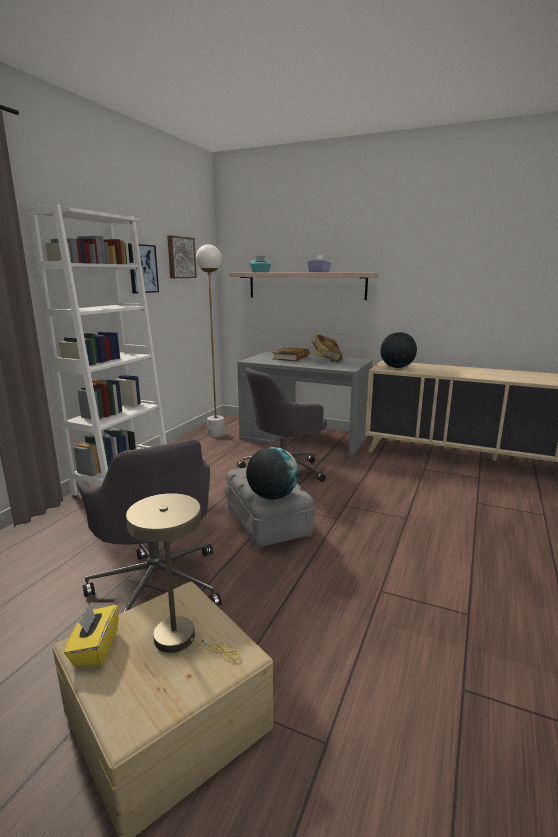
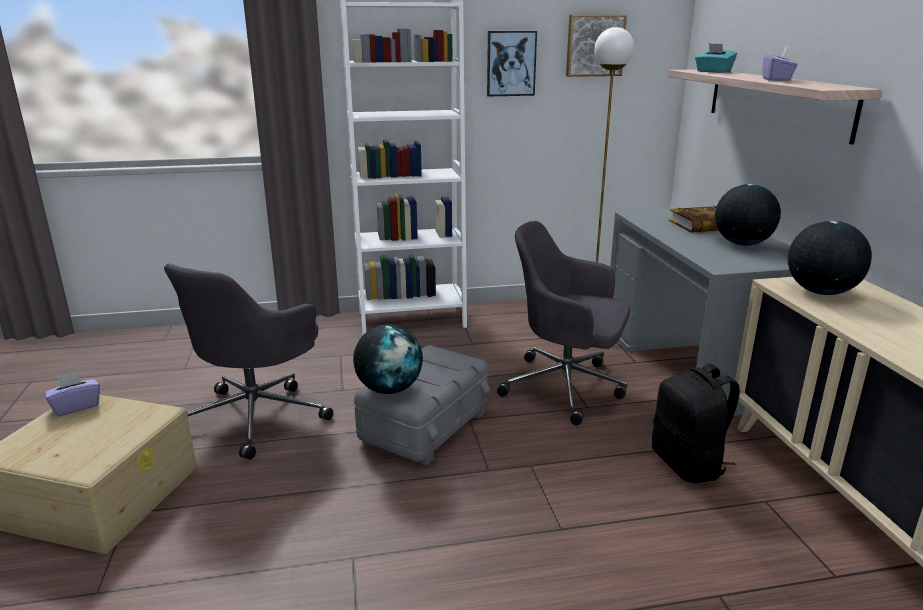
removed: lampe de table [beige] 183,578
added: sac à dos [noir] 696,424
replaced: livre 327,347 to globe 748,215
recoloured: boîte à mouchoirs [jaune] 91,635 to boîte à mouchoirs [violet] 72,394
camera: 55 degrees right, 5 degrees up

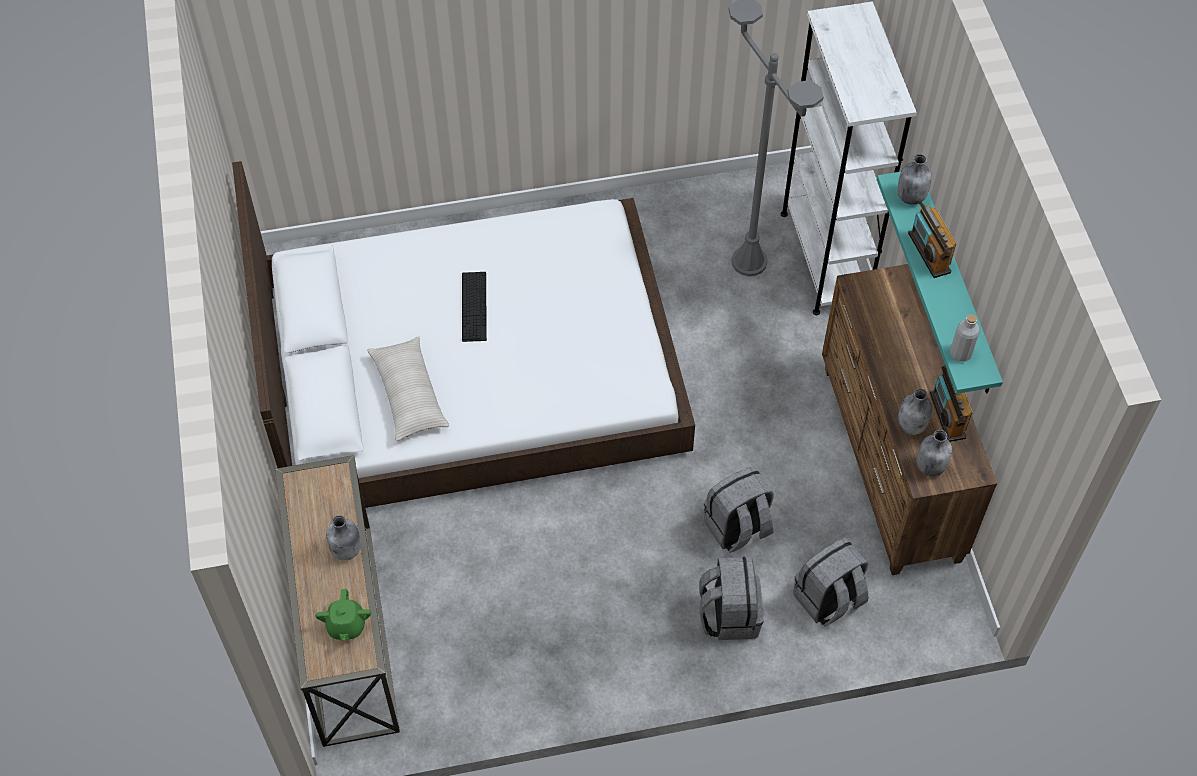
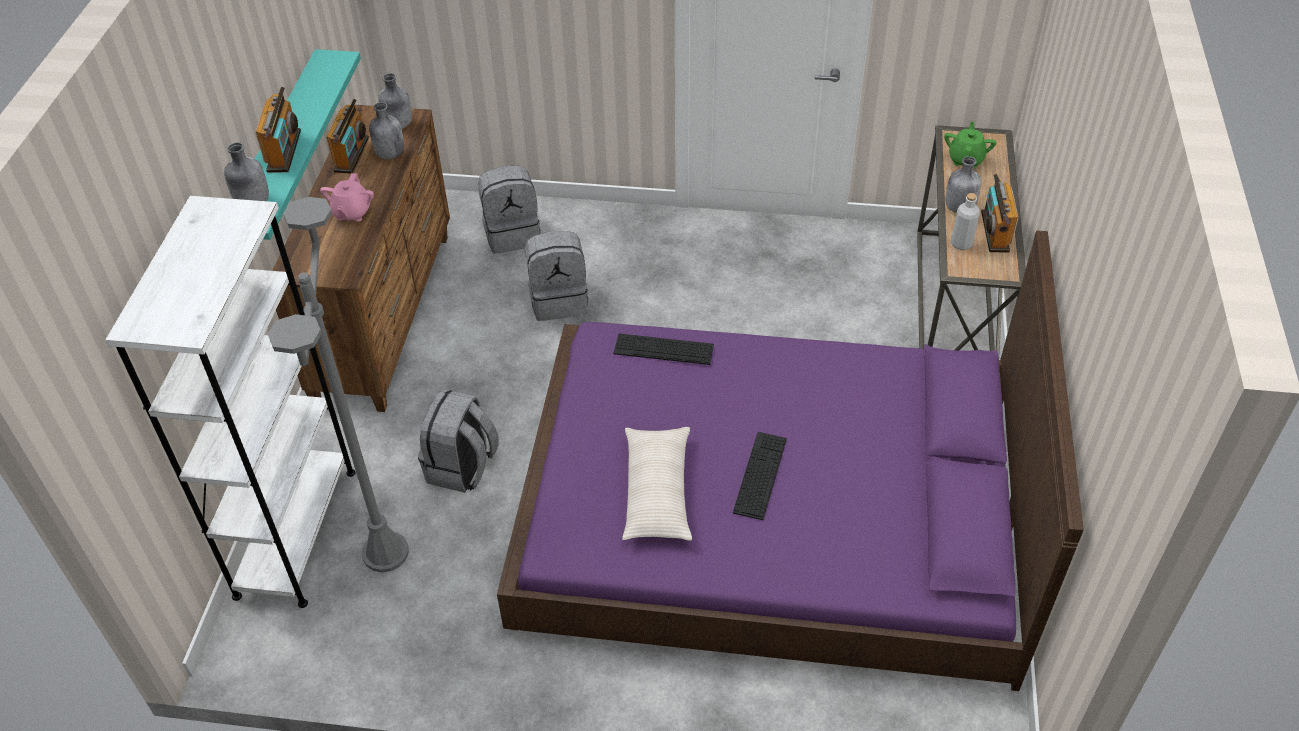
added: théière [rose] 347,197; clavier 664,349; radio 1000,213
moved: sac à dos [gris] 731,598 to 458,441; coussin [beige] 408,388 to 657,484; bouteille [gris] 965,338 to 965,221
recoloured: lit [blanc] 463,334 to lit [violet] 790,461
camera: 160 degrees left, 10 degrees down

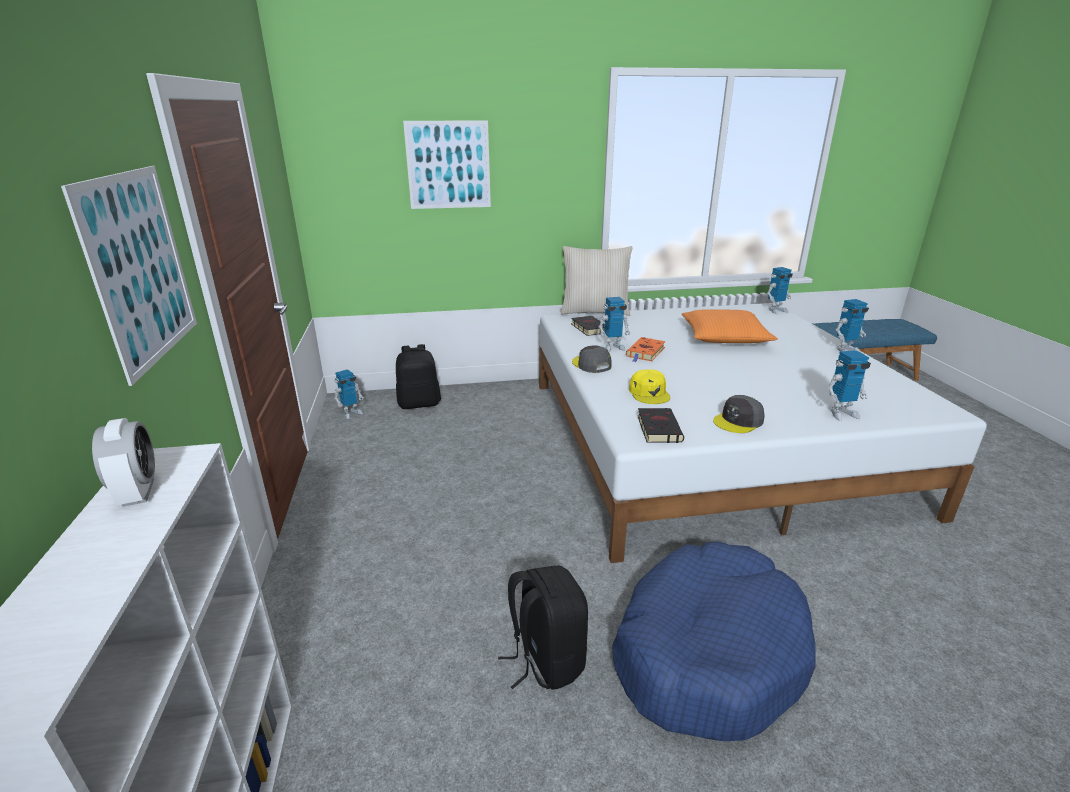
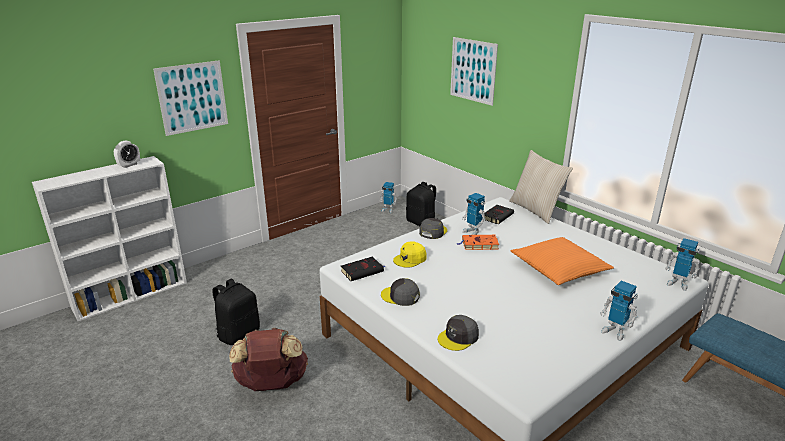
replaced: panier pour chien [bleu] 714,641 to sac à dos [marron] 268,359; robot jouet 849,385 to casquette [gris] 458,333
camera: 60 degrees right, 0 degrees up

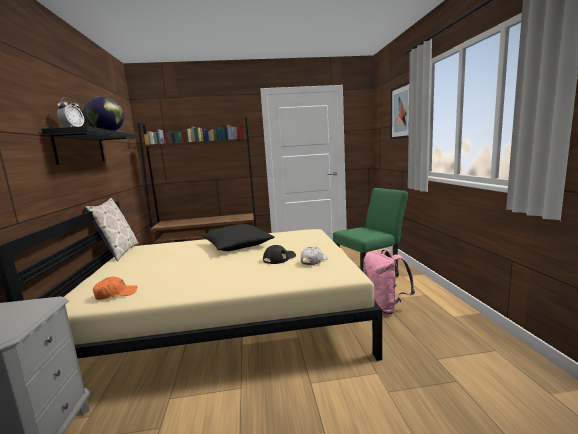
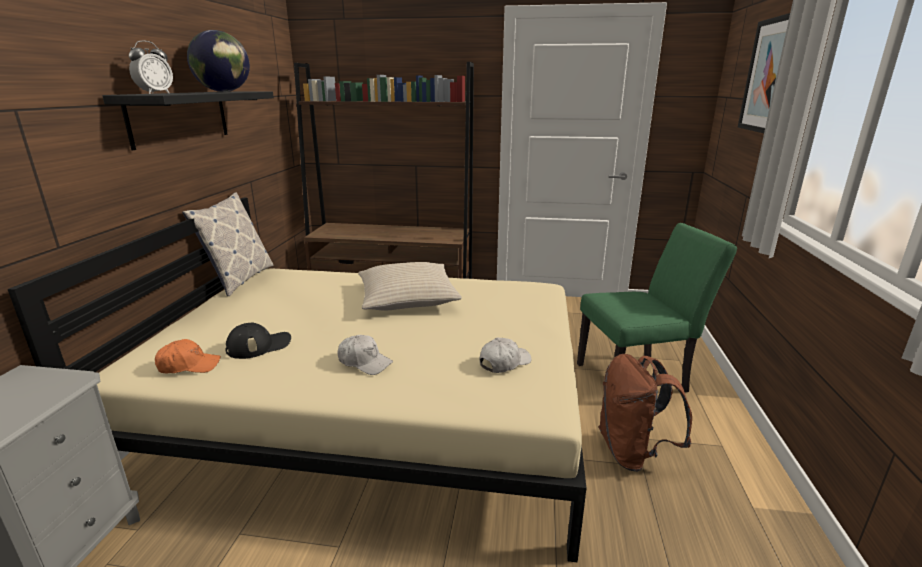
added: casquette [blanc] 365,355
moved: casquette [noir] 279,254 to 258,341
recoloured: coussin [noir] 238,237 to coussin [beige] 410,286; sac à dos [rose] 389,282 to sac à dos [marron] 645,413
camera: 15 degrees right, 10 degrees up

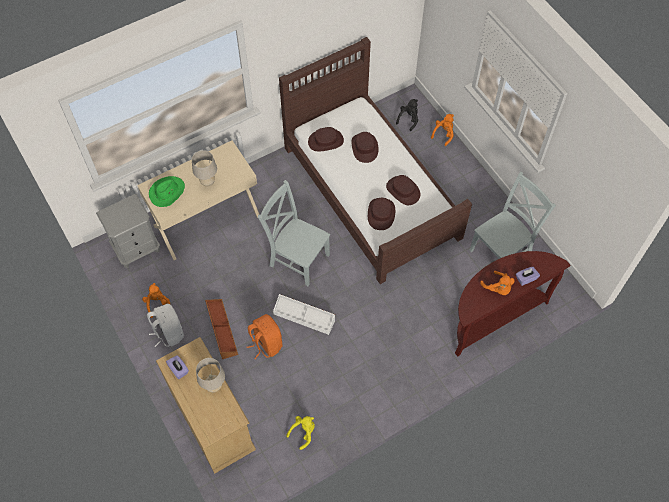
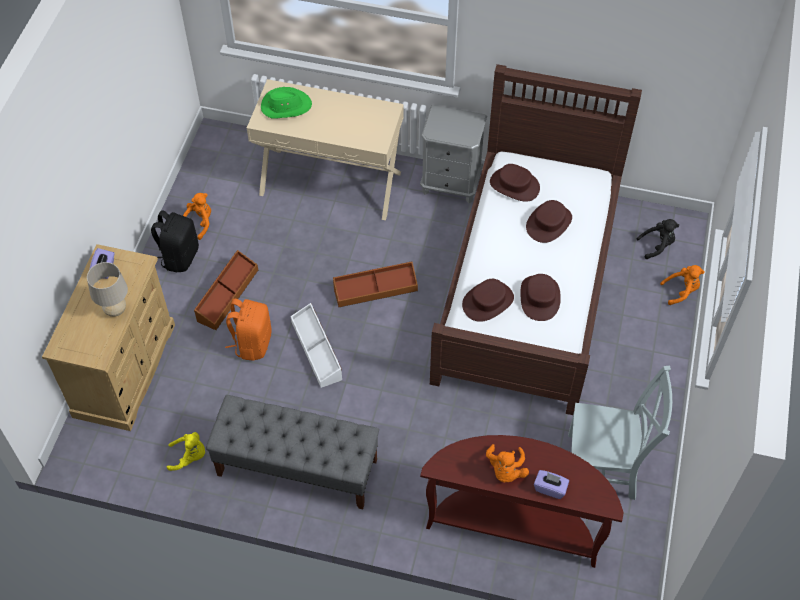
removed: lampe de table [beige] 204,168
added: banc [gris] 292,452
moved: table de chevet [gris] 128,231 to 453,154
replaced: chaise [gris] 294,233 to boîte de rangement [marron] 375,284
recoloured: sac à dos [blanc] 165,325 to sac à dos [noir] 175,241
camera: 45 degrees right, 5 degrees down

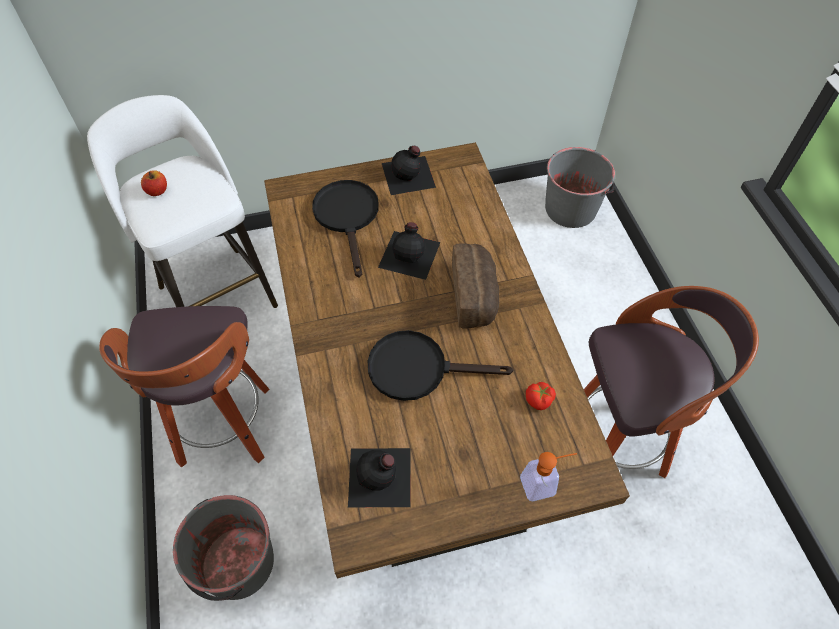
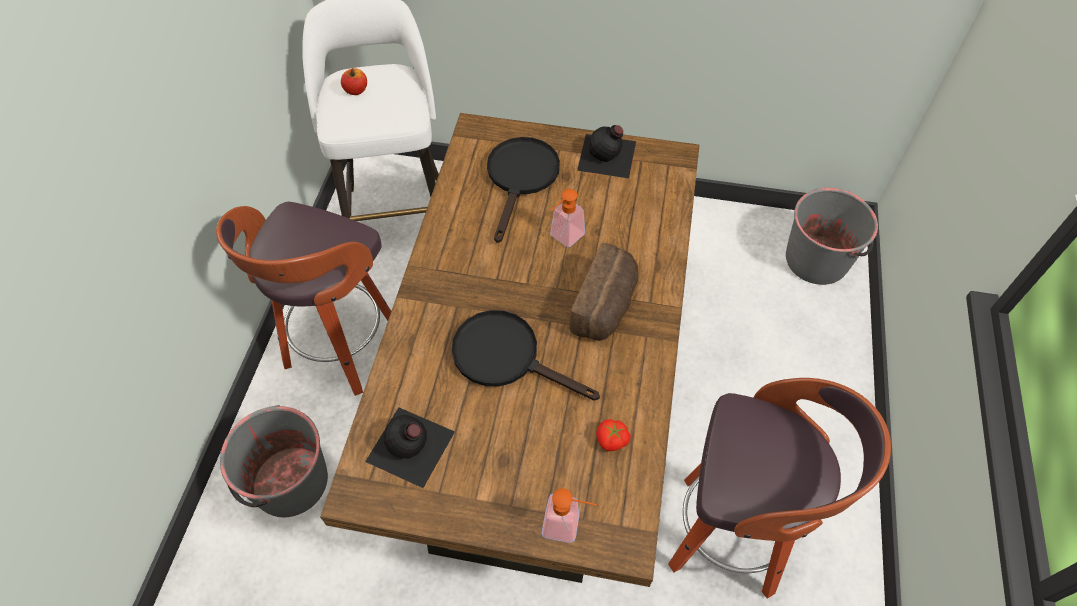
replaced: bouteille [noir] 409,251 to distributeur de savon 567,218
camera: 25 degrees right, 0 degrees up

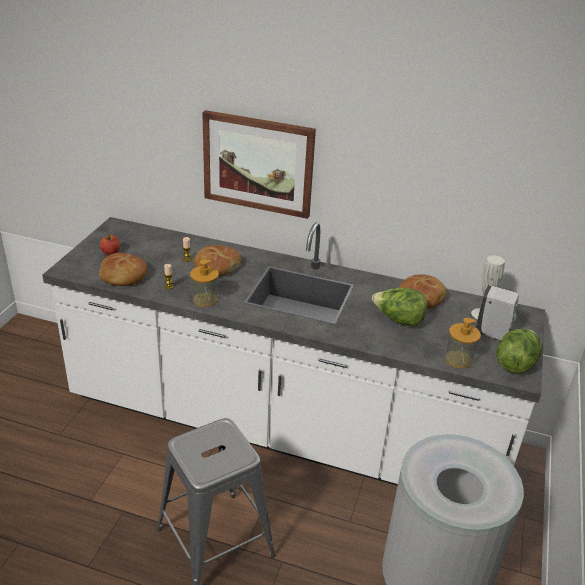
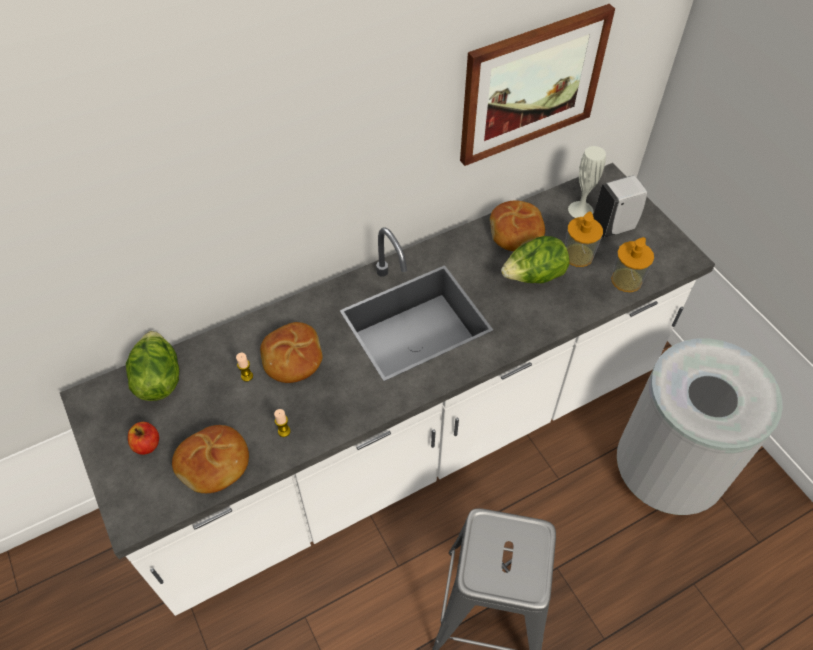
moved: laitue 519,351 to 152,366; tableau 259,164 to 537,85; distributeur de savon 204,283 to 584,239
camera: 45 degrees left, 20 degrees up

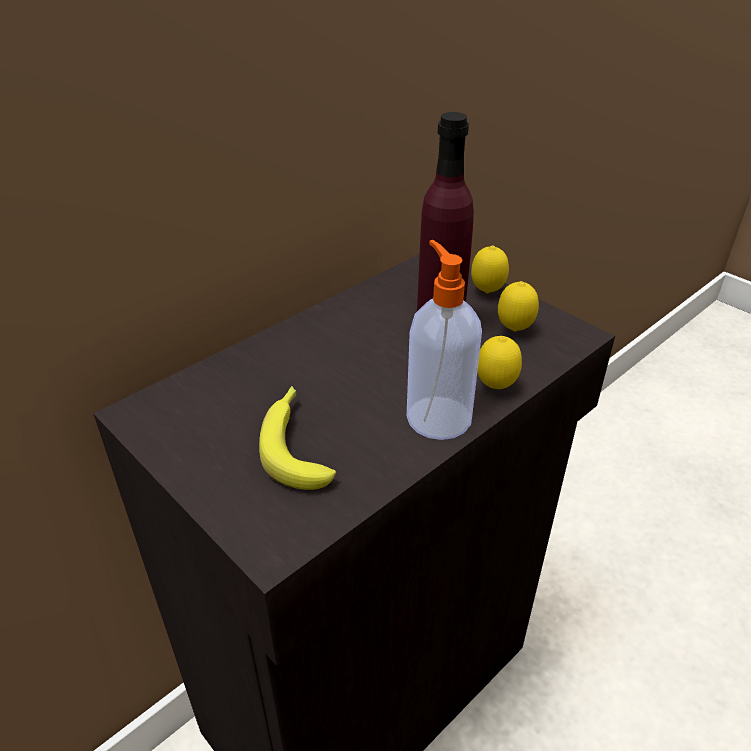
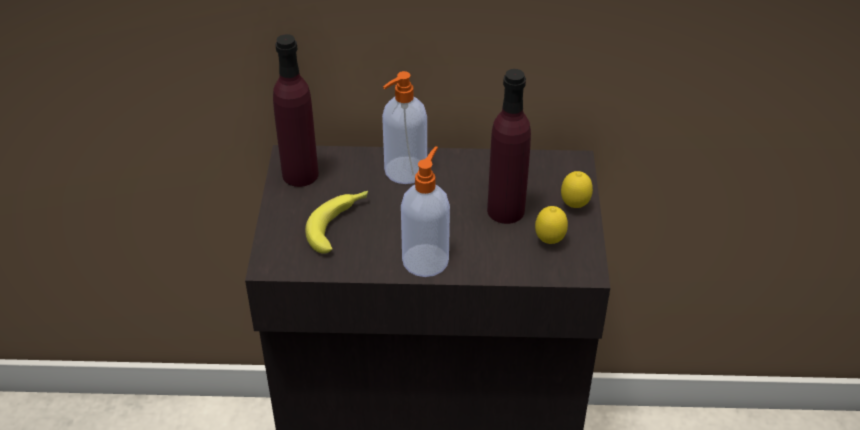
removed: citron 499,362
added: bouteille [violet] 296,110; distributeur de savon 404,127
camera: 45 degrees right, 5 degrees up

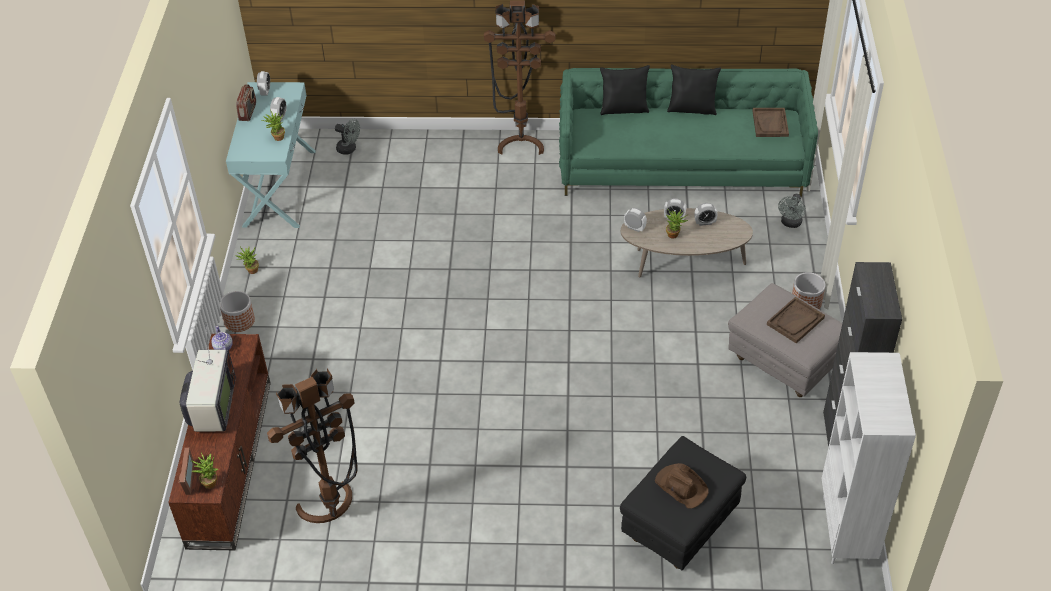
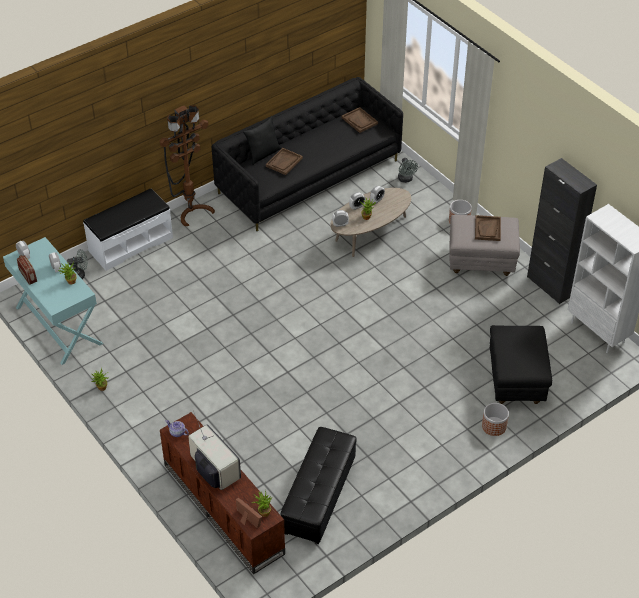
removed: chapeau [marron] 682,486; coussin [noir] 694,90
added: banc [blanc] 128,229; plateau [marron] 284,161
moved: cache-pot 237,311 to 495,419
replaced: lampadaire [marron] 312,446 to pouf [noir] 318,485
recoloured: canapé [vert] 688,133 to canapé [noir] 307,154
camera: 40 degrees left, 0 degrees up

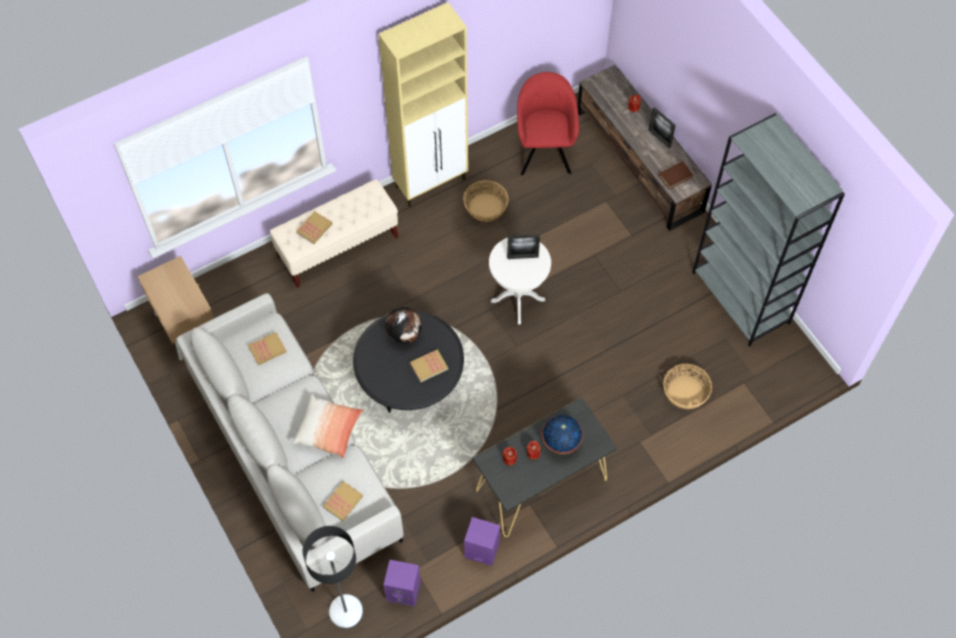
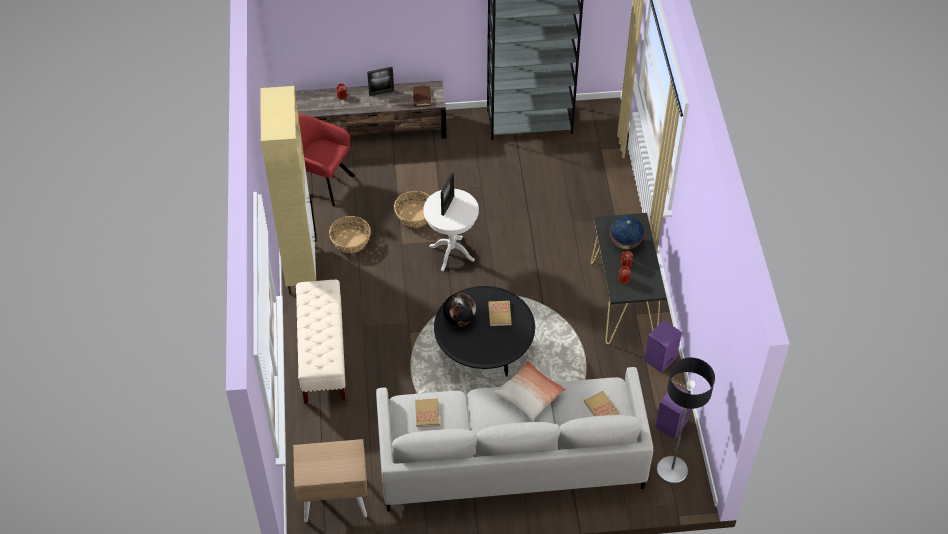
removed: livre 314,227
moved: panier 687,386 to 412,209
camera: 65 degrees left, 10 degrees down

